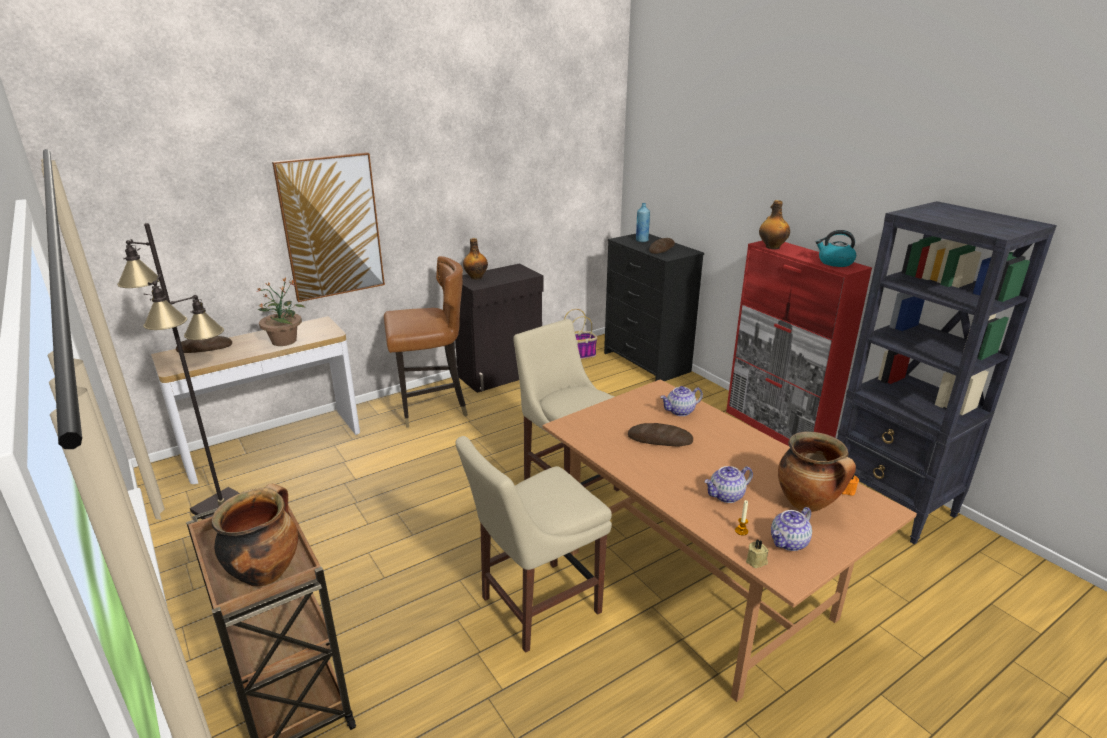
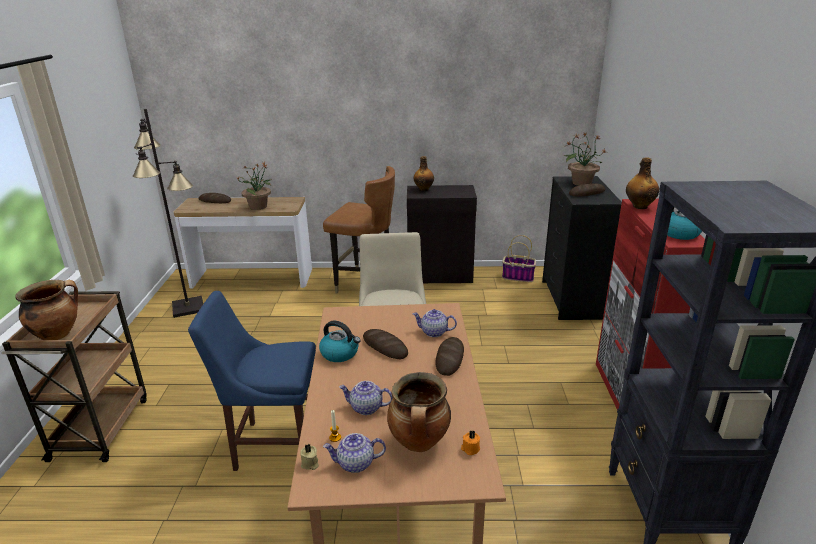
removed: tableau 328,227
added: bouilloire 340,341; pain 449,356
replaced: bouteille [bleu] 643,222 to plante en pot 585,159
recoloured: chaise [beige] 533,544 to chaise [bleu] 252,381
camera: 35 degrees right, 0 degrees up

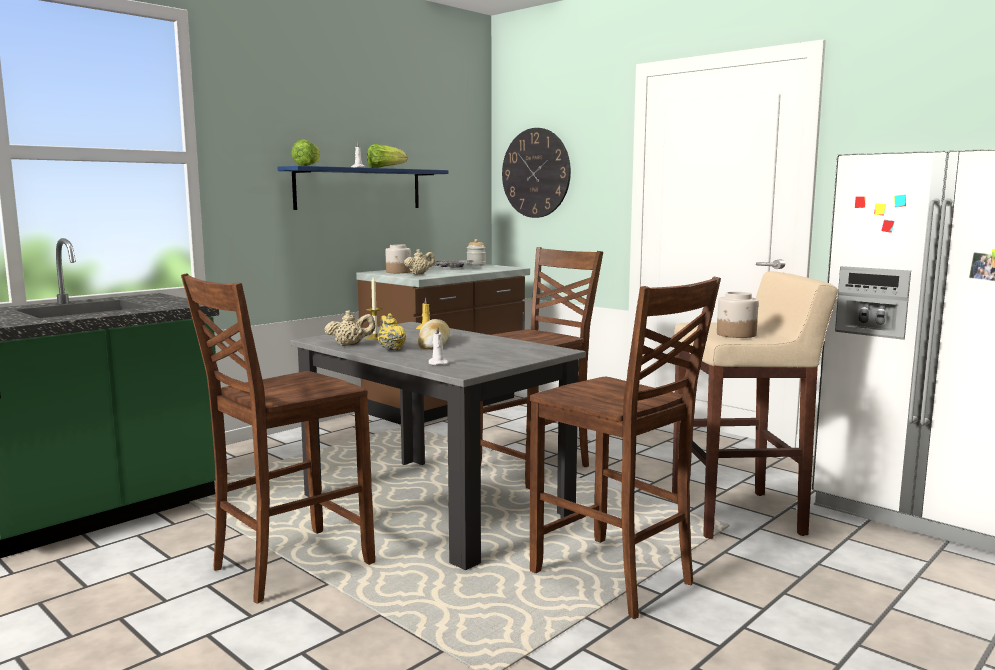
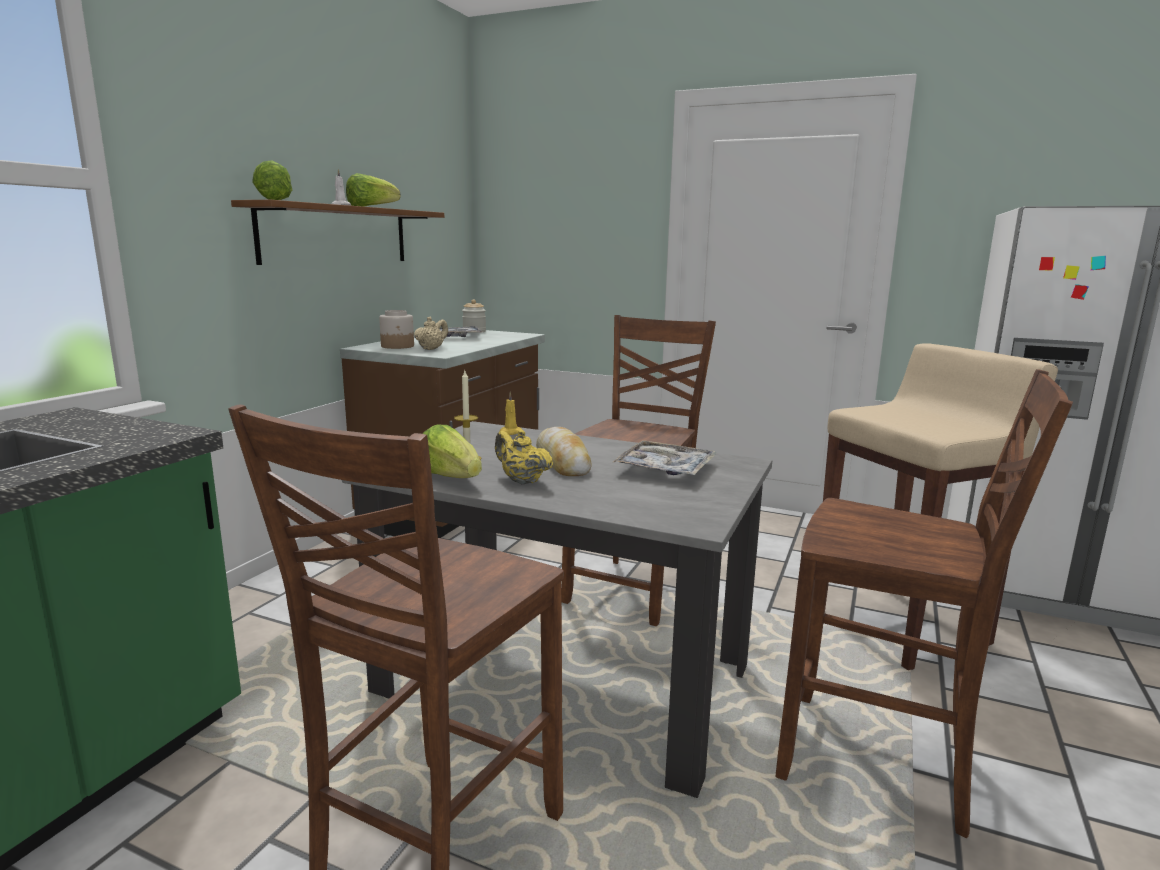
removed: bougie [blanc] 438,345; horloge murale 536,173; bocal 738,315
added: plateau 664,457
replaced: théière [beige] 349,328 to laitue 452,451
recoloured: étagère [bleu] 363,188 to étagère [marron] 337,232
camera: 20 degrees left, 5 degrees up

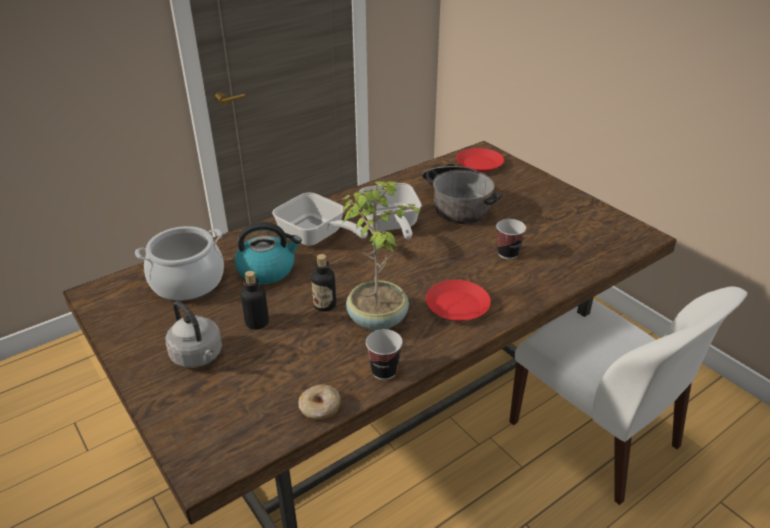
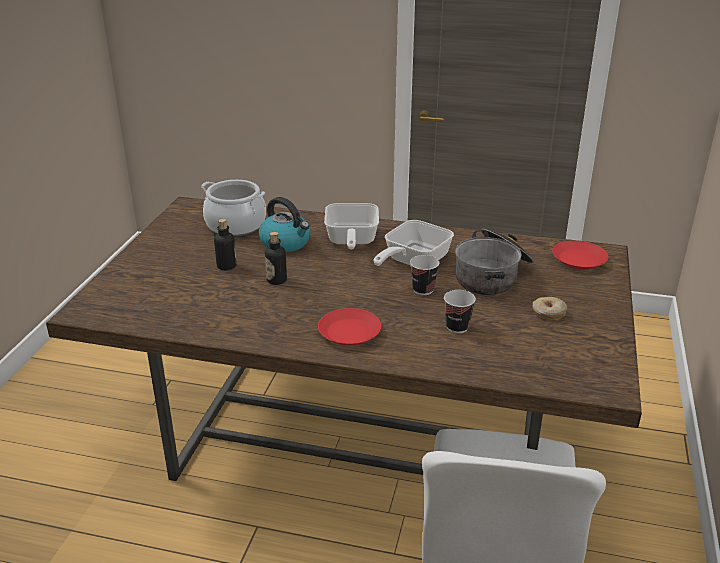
removed: bouilloire [gris] 193,334; plante en pot 381,256
moved: tasse 384,354 to 424,275; beignet 319,402 to 549,308
camera: 50 degrees right, 5 degrees down

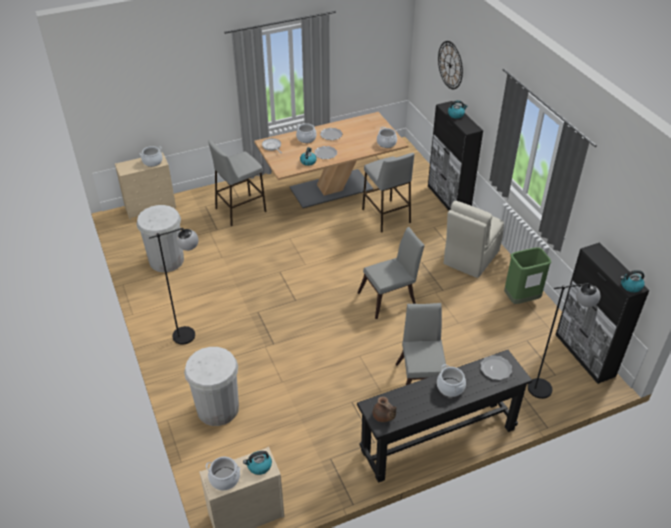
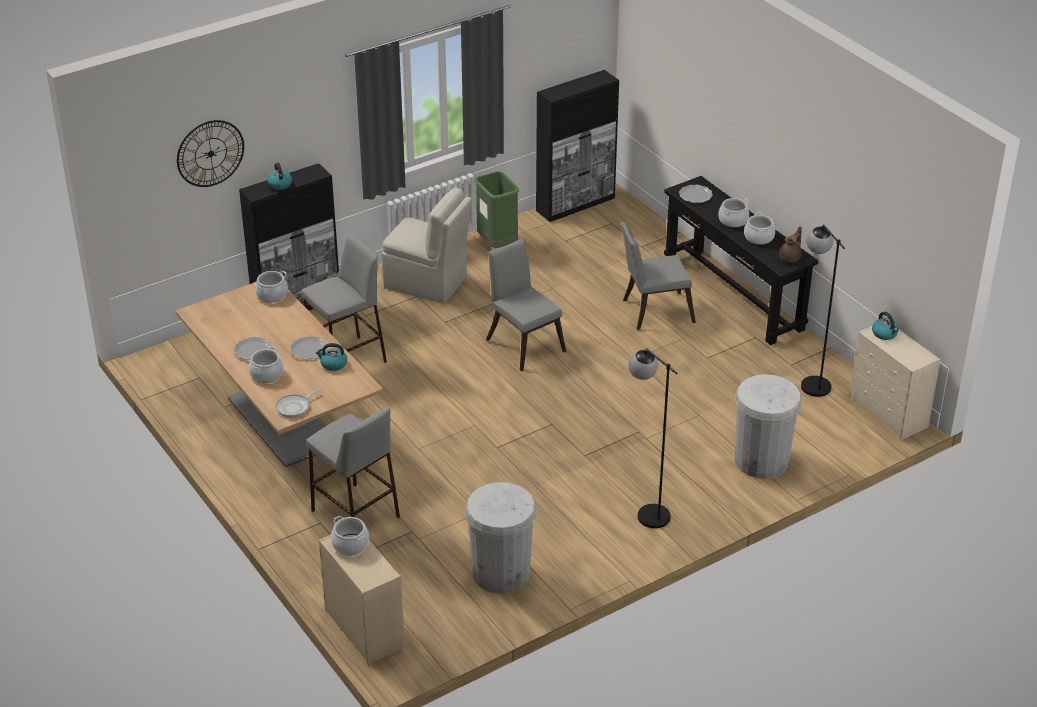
removed: bouilloire 632,281
moved: marmite 223,474 to 759,228; lampadaire [noir] 564,341 to 823,310
camera: 100 degrees left, 5 degrees down

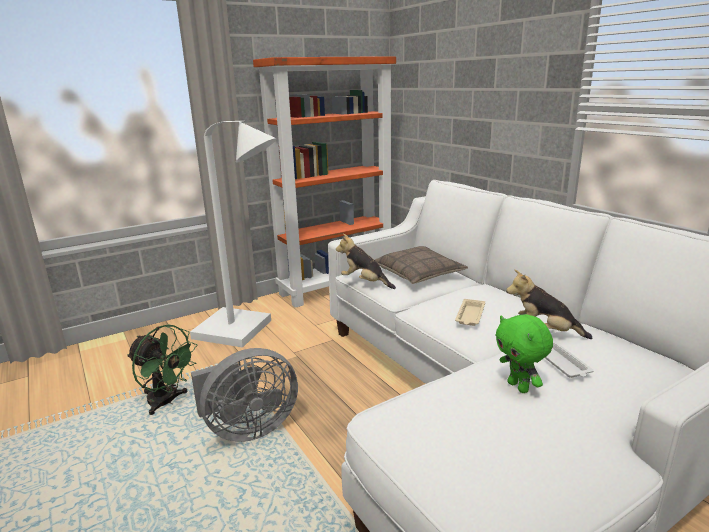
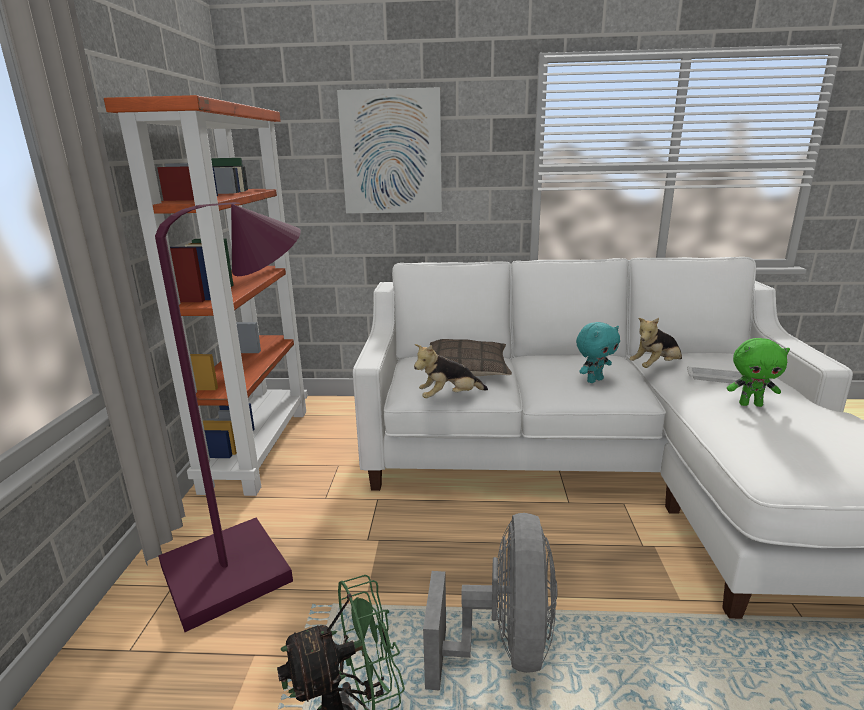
added: tableau 389,150
replaced: plateau [beige] 470,312 to peluche [turquoise] 598,352
recoloured: lampadaire [blanc] 233,234 to lampadaire [violet] 228,417
camera: 55 degrees left, 0 degrees up

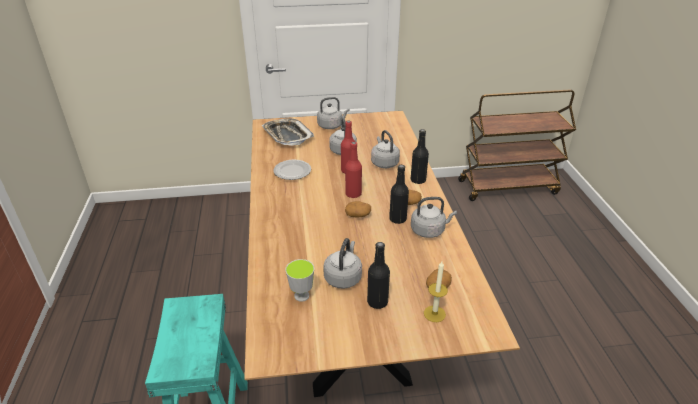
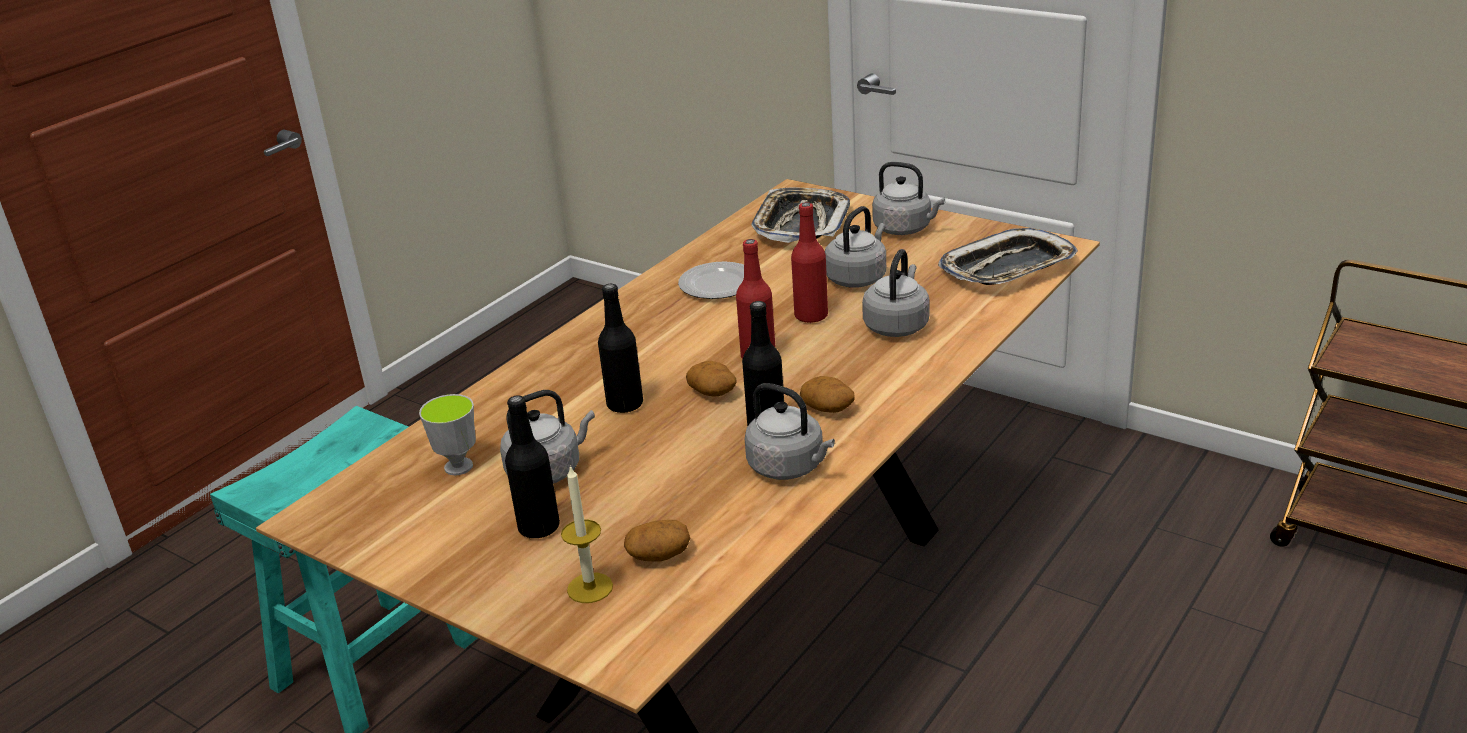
added: plateau 1008,256
moved: bouteille [noir] 420,156 to 620,348
camera: 45 degrees right, 5 degrees down

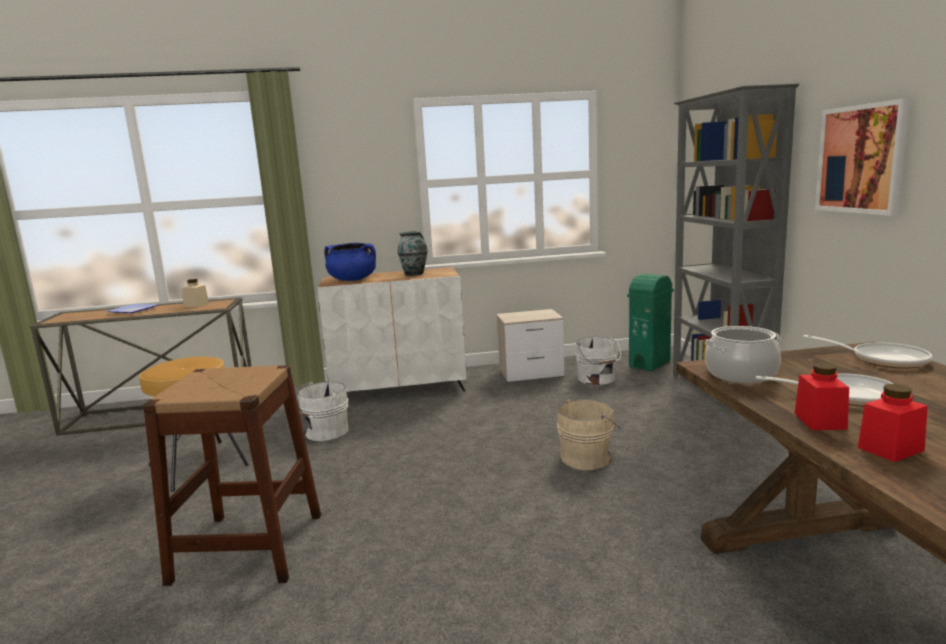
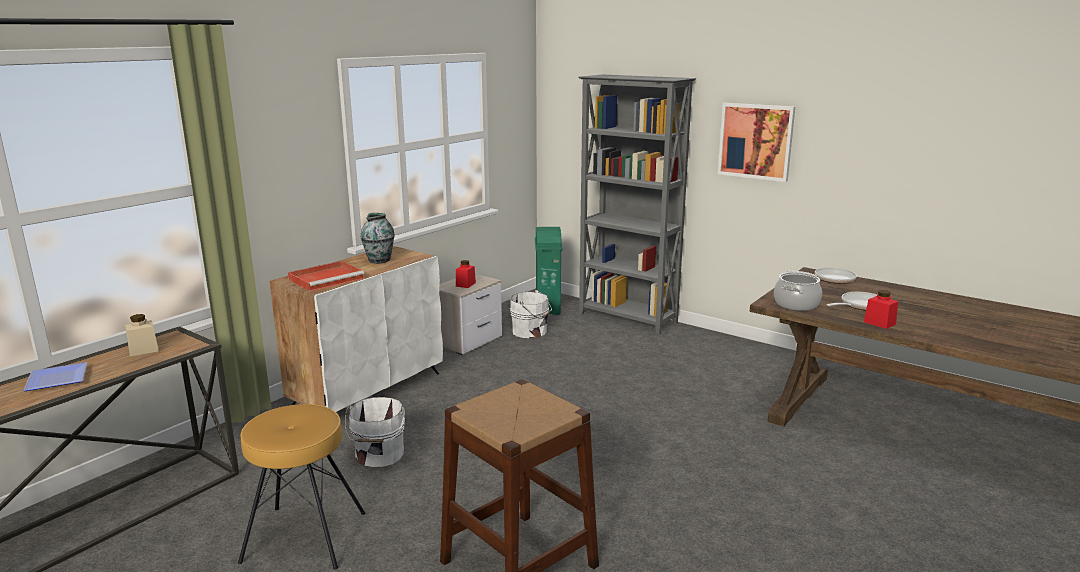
removed: seau [beige] 588,434
moved: bocal [rouge] 893,423 to 466,274
replaced: marmite [bleu] 350,262 to plateau [rouge] 326,276
camera: 45 degrees left, 5 degrees up

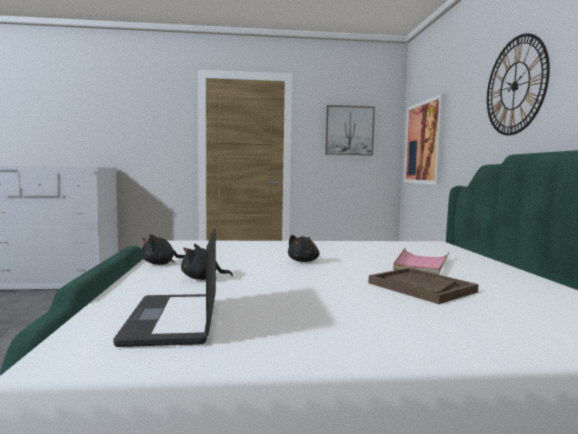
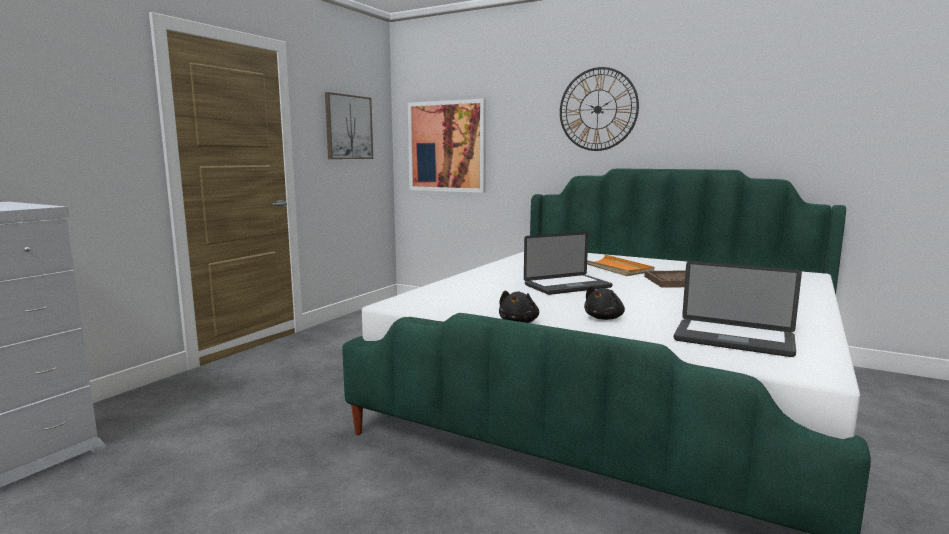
replaced: peluche [noir] 304,248 to ordinateur portable 568,263
recoloured: plateau [rose] 421,261 to plateau [orange] 620,265
camera: 55 degrees left, 5 degrees up

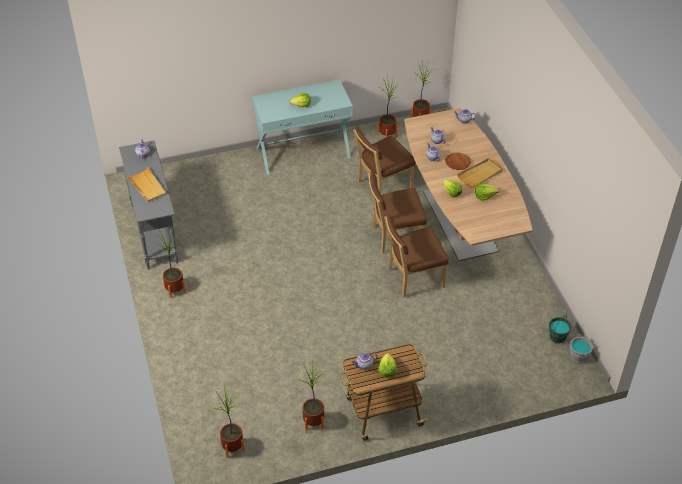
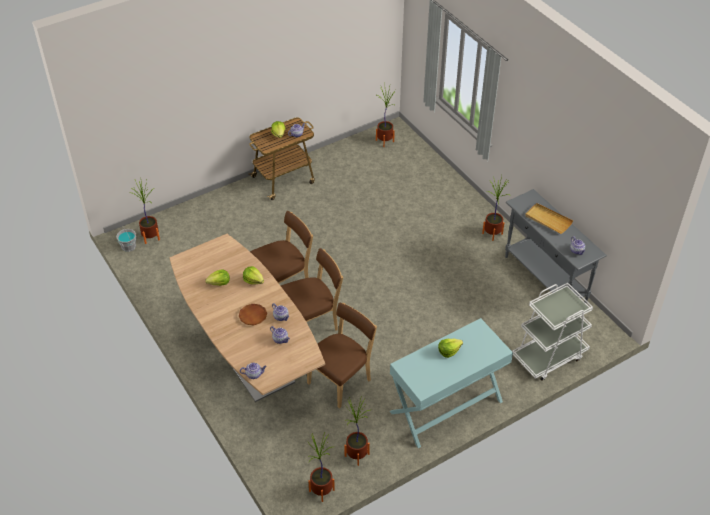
removed: plateau [beige] 480,173; seau [vert] 560,329
added: chariot [blanc] 552,332
moved: plante en pot 310,396 to 146,212
camera: 165 degrees right, 0 degrees up

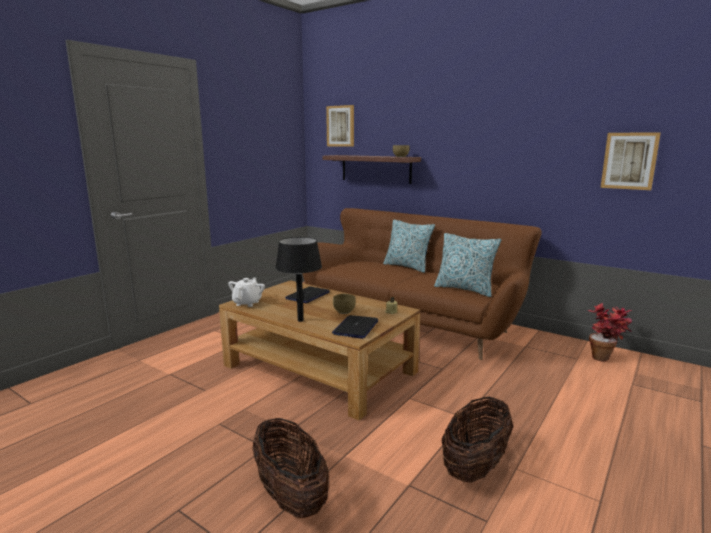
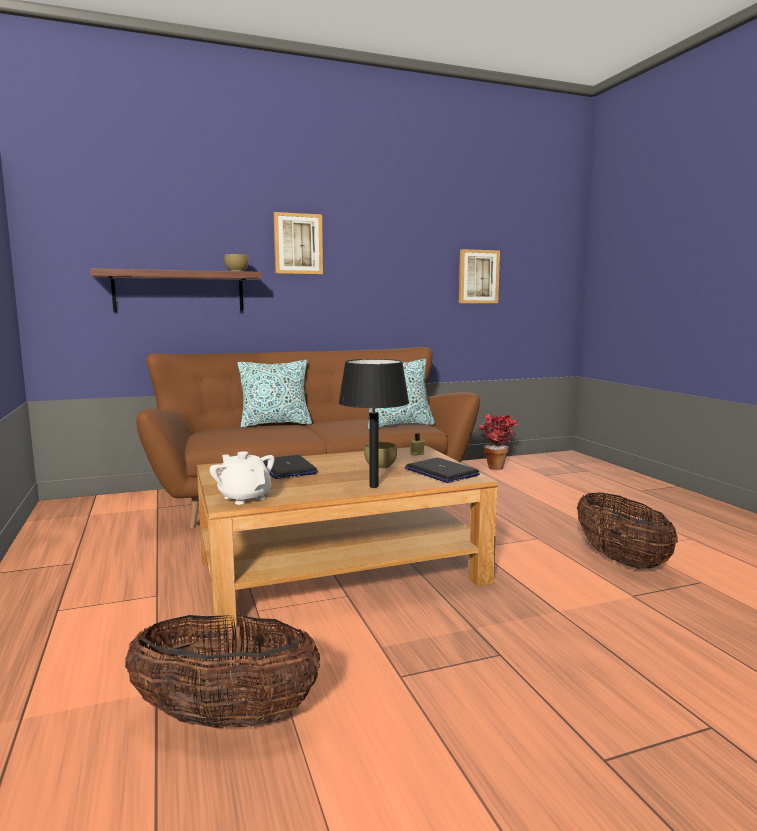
moved: panier 290,468 to 222,671; tableau 340,126 to 298,243
camera: 55 degrees left, 5 degrees down

